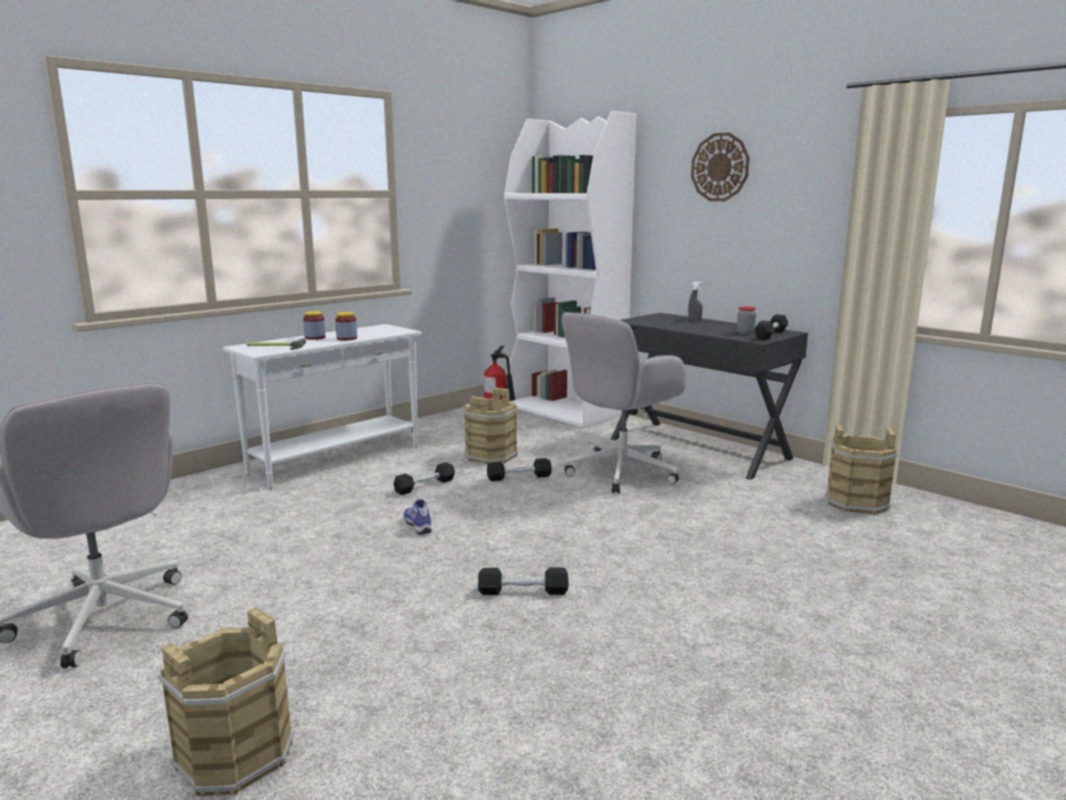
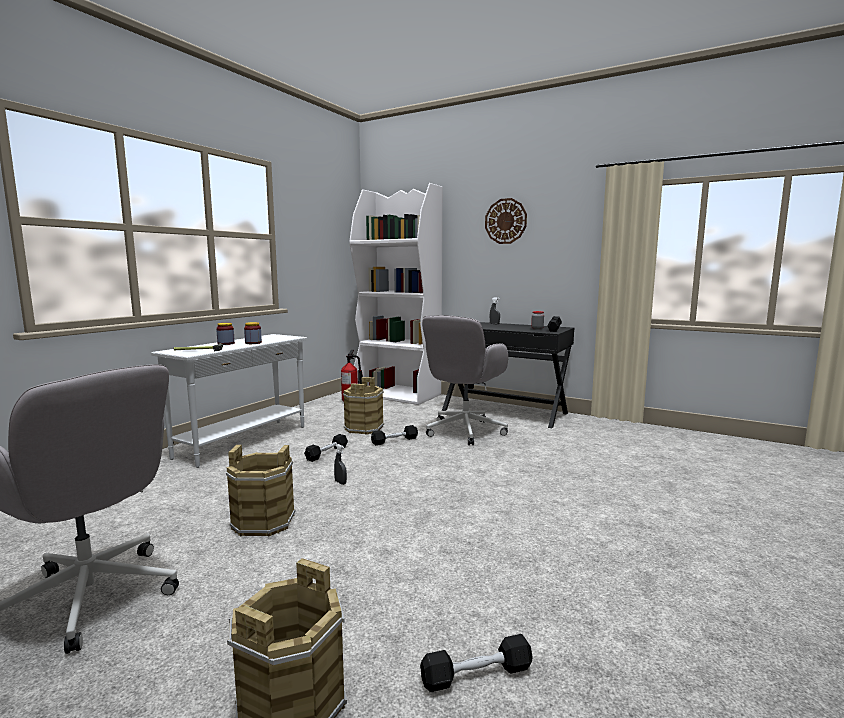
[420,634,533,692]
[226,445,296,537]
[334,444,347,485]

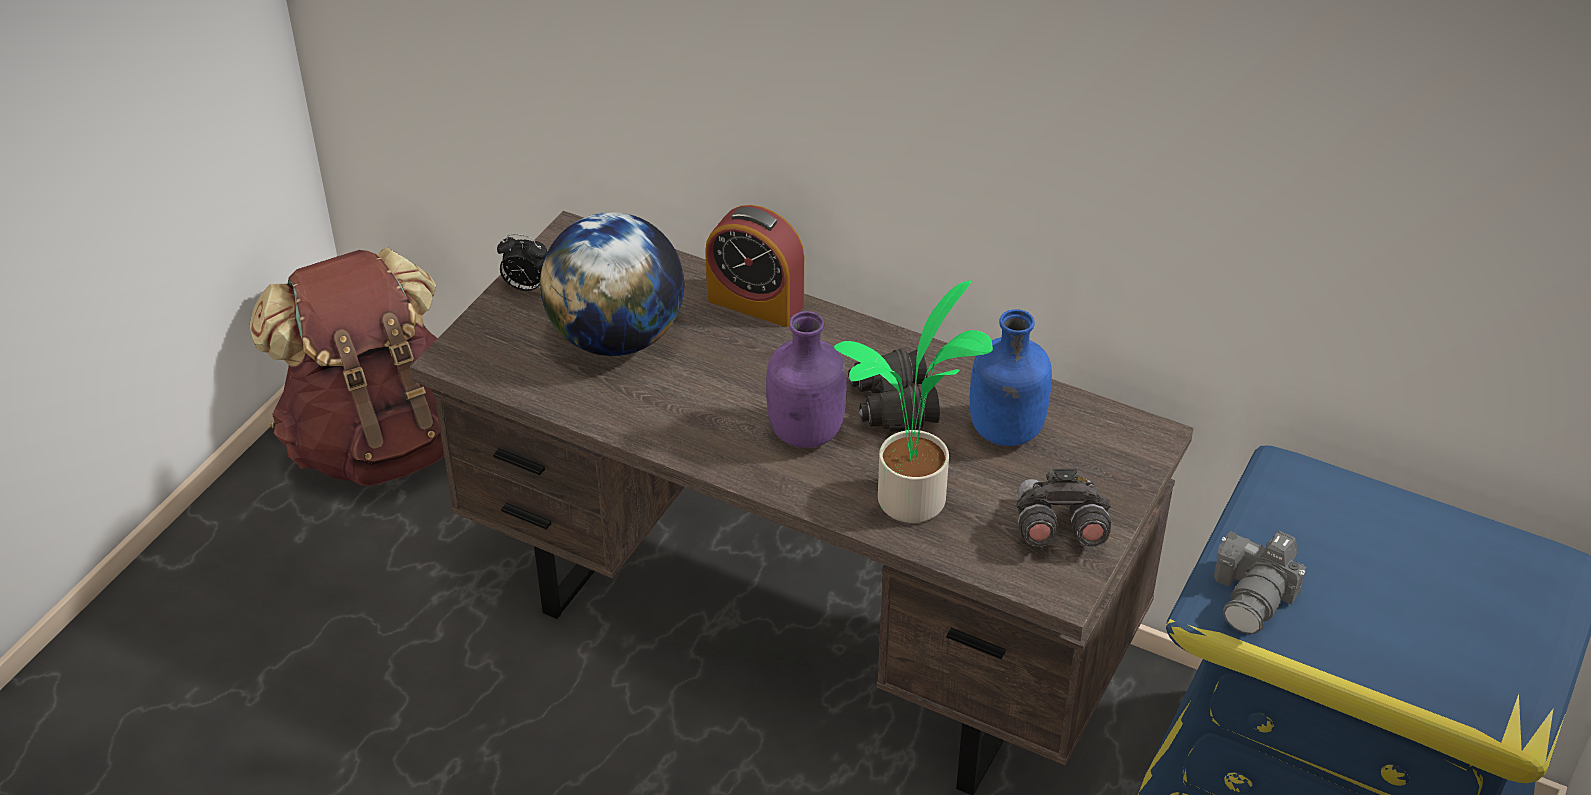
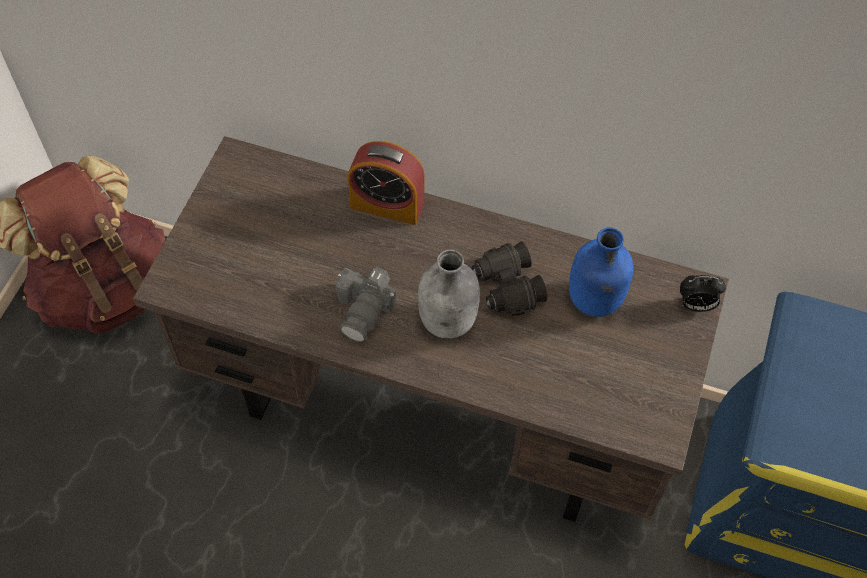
[540,212,684,356] (first image)
[834,281,993,523] (first image)
[1016,469,1111,547] (first image)
[680,275,726,312]
[335,266,397,342]
[418,249,480,339]

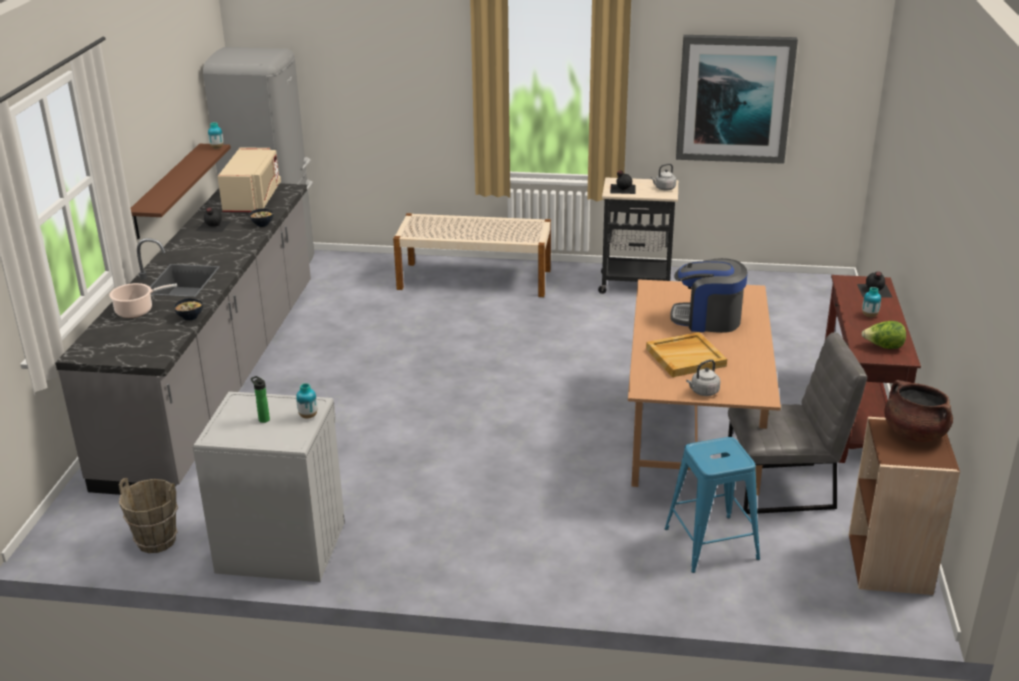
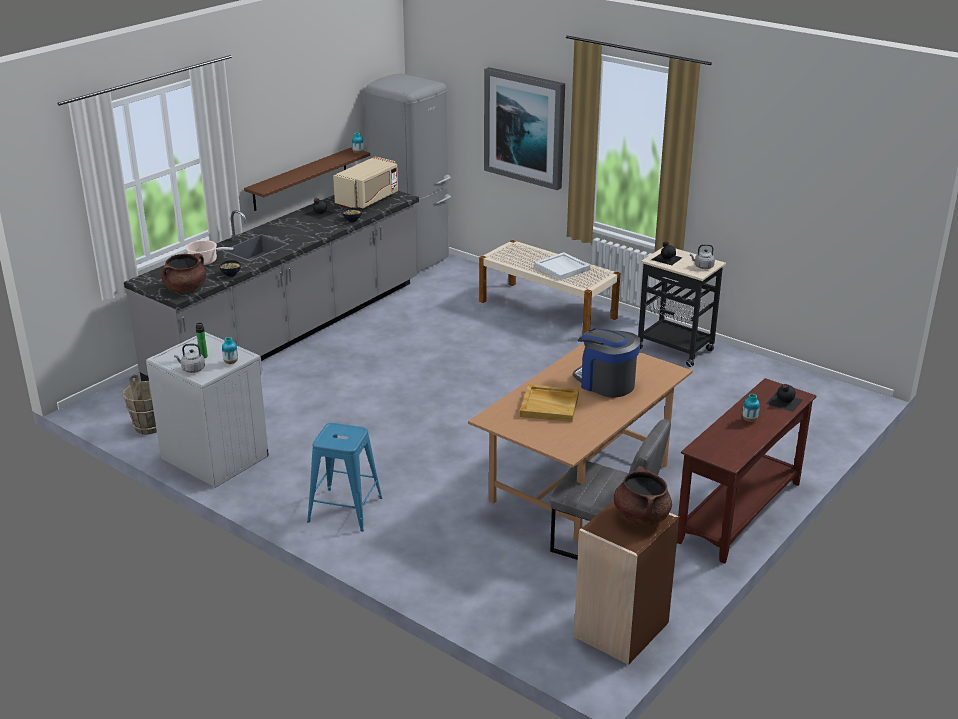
[861,321,906,349] (first image)
[161,253,206,292]
[534,252,590,281]
[307,423,382,532]
[484,67,565,190]
[174,344,205,373]

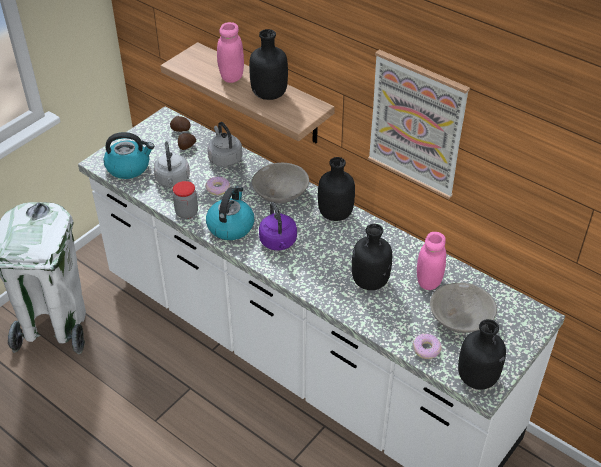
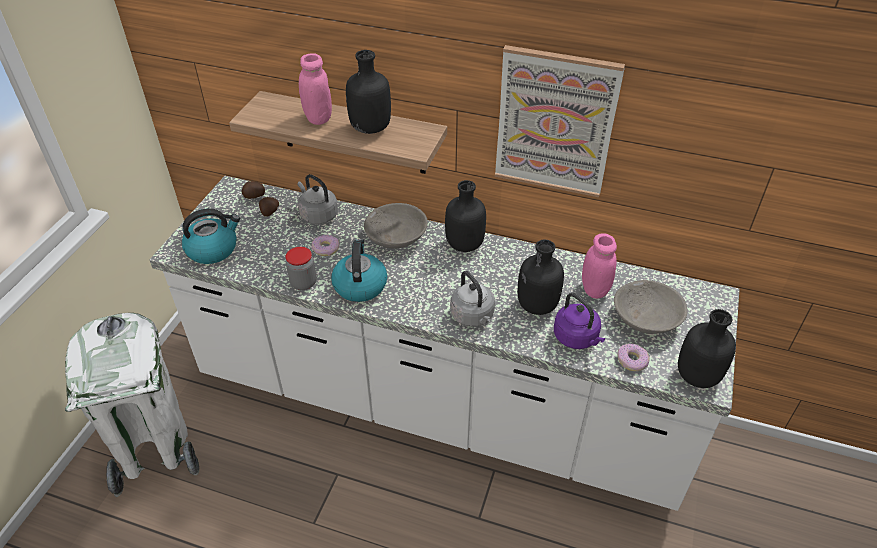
[450,271,495,327]
[554,293,605,349]

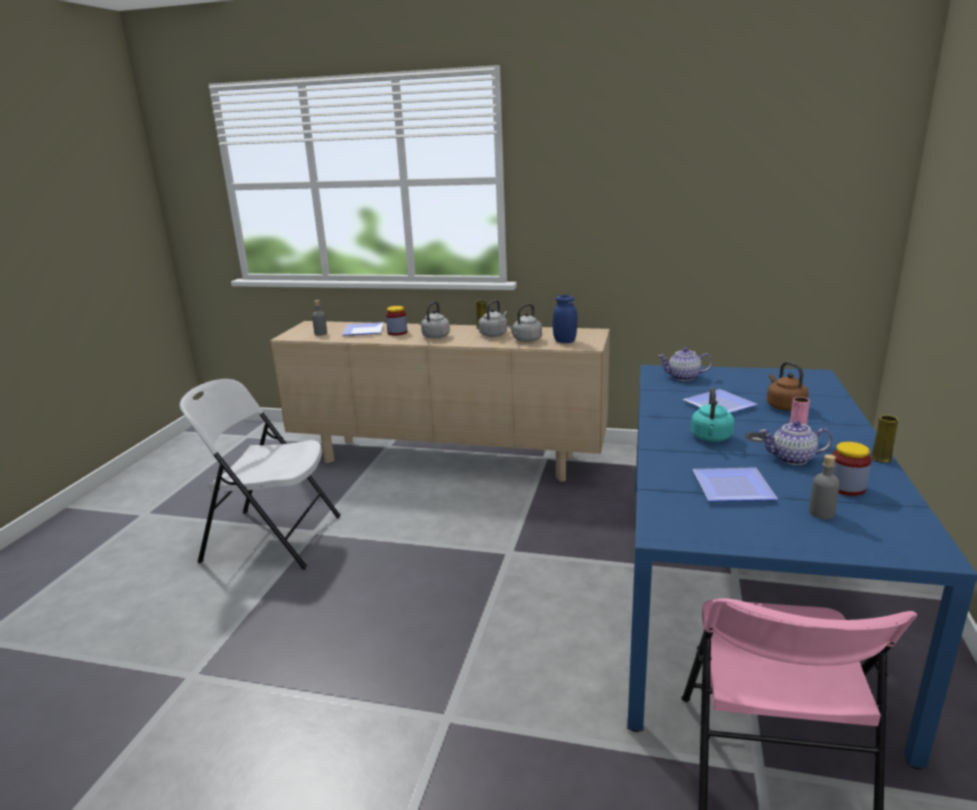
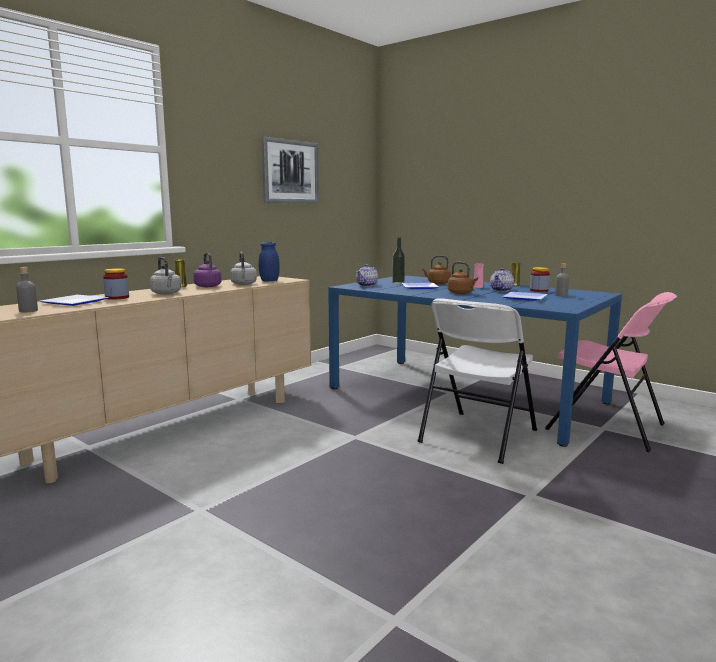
[262,136,319,204]
[392,238,405,284]
[417,298,537,464]
[193,253,222,287]
[448,262,478,294]

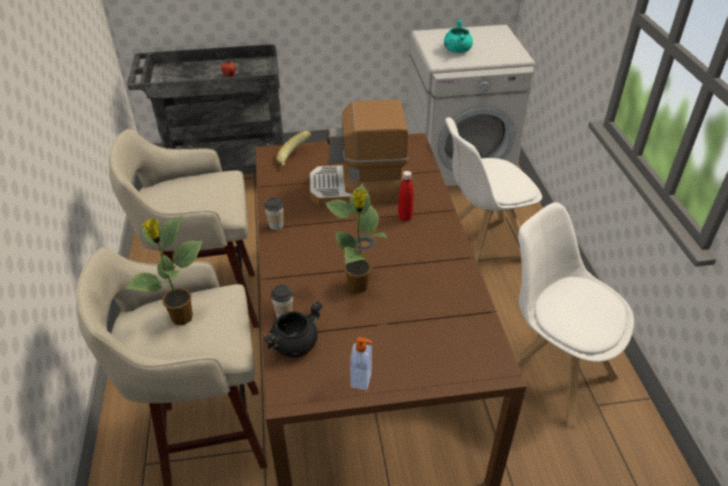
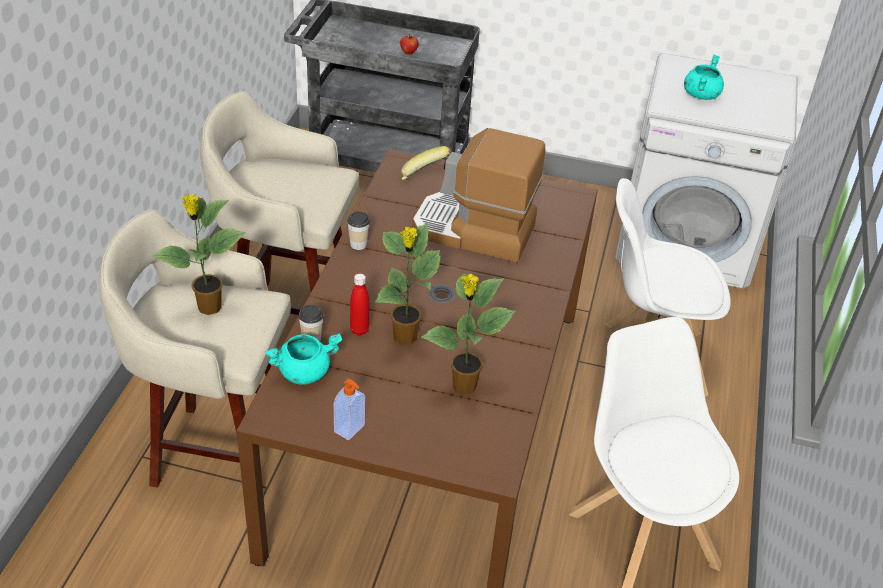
[421,273,515,395]
[350,274,369,336]
[266,333,342,385]

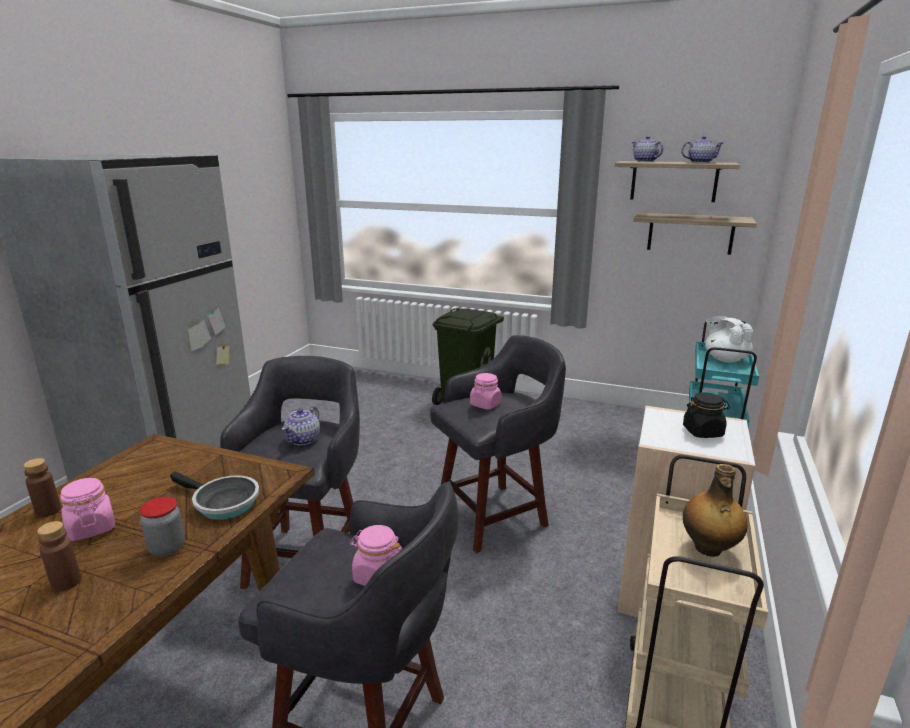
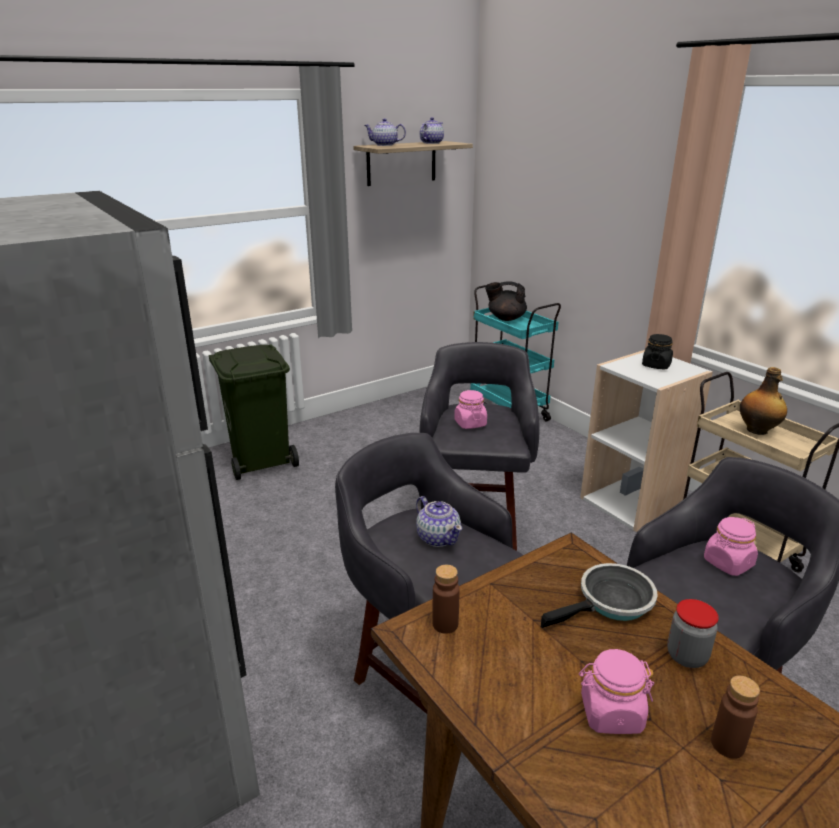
[633,213,757,255] (first image)
[432,565,460,634]
[485,281,527,321]

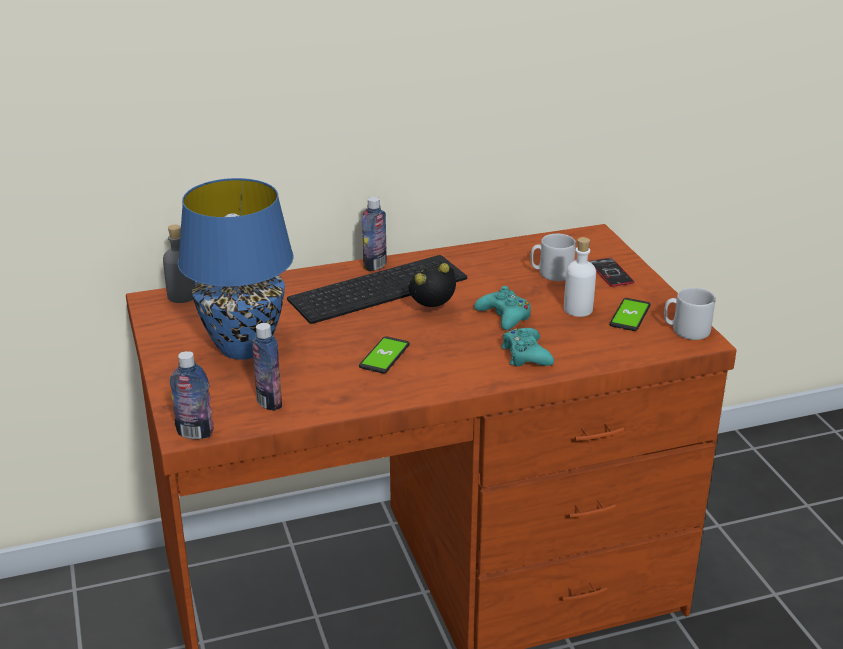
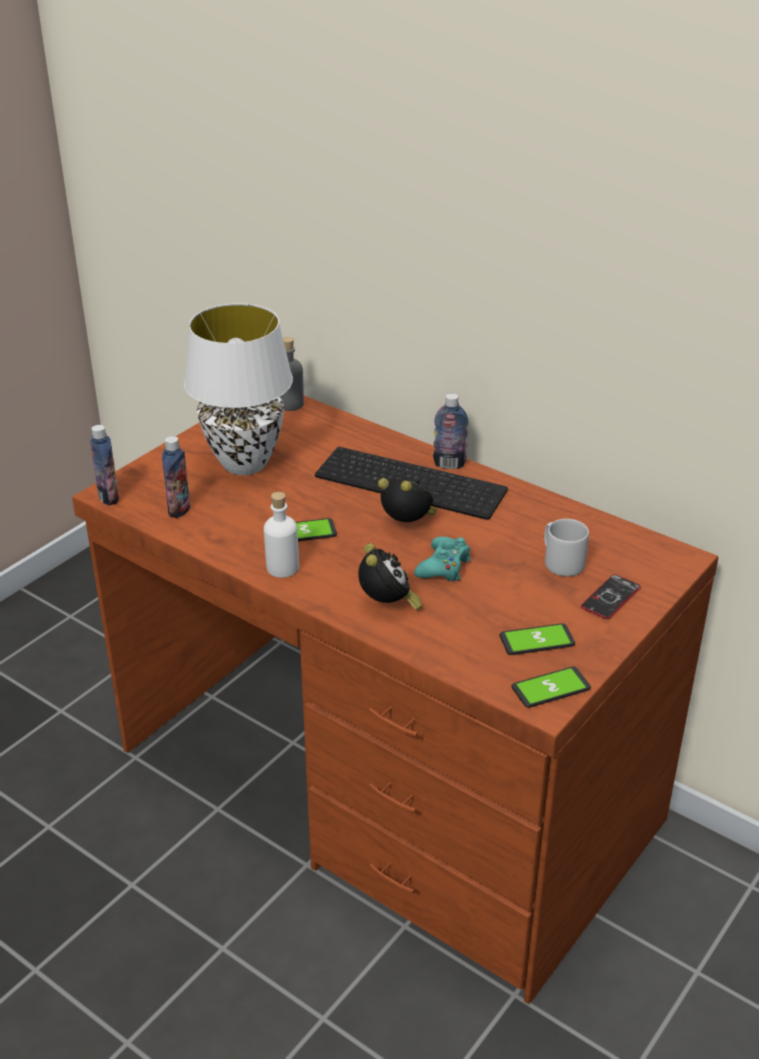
[264,492,299,578]
[358,543,422,611]
[512,667,591,708]
[184,303,293,475]

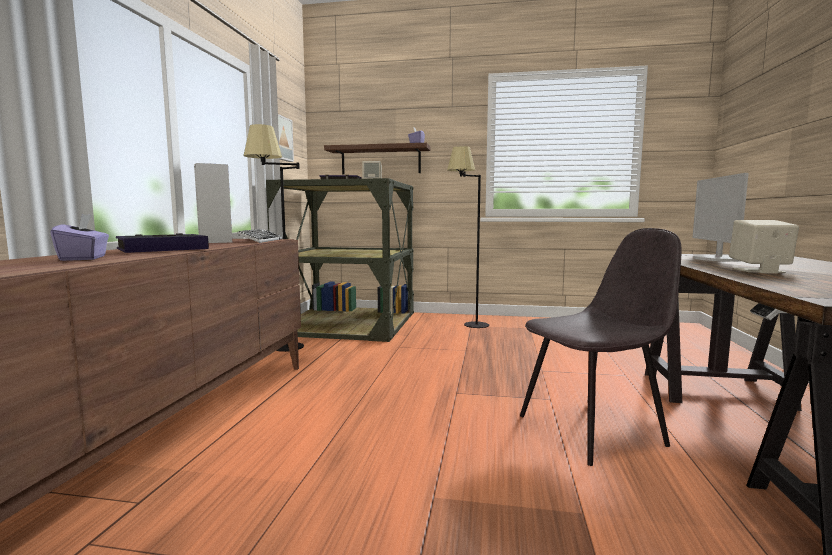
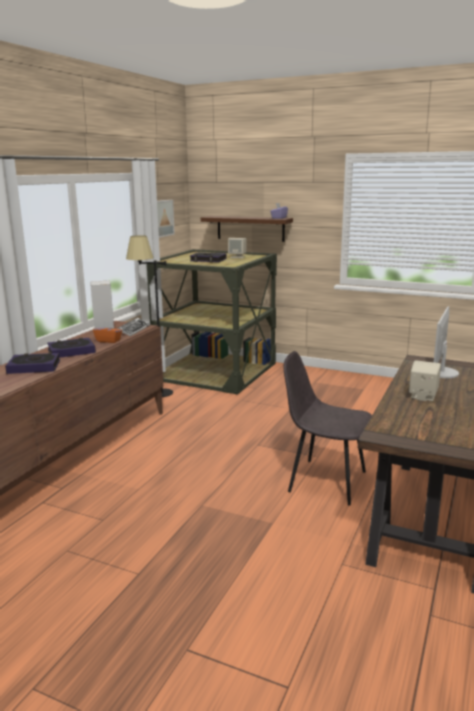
[447,146,489,328] (first image)
[93,321,122,343]
[5,352,60,374]
[284,351,372,506]

